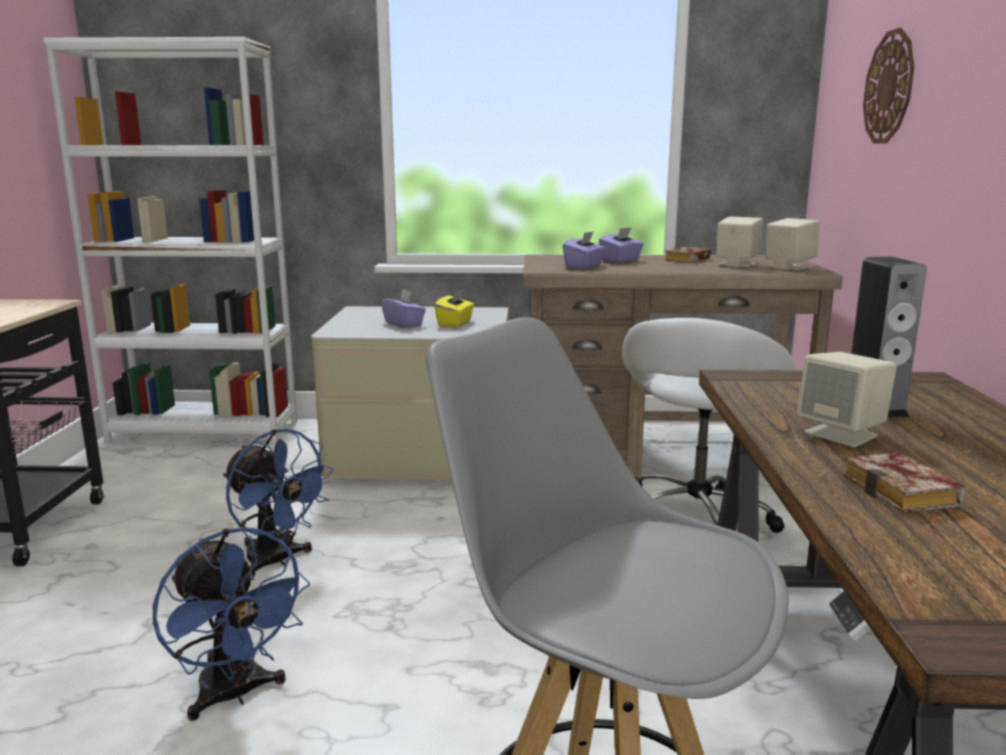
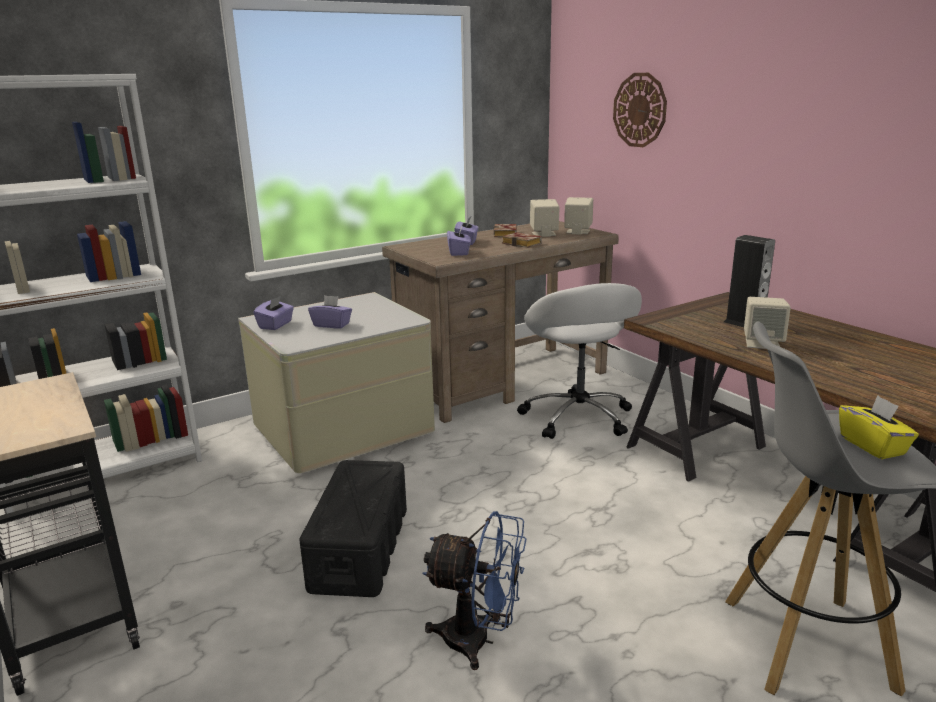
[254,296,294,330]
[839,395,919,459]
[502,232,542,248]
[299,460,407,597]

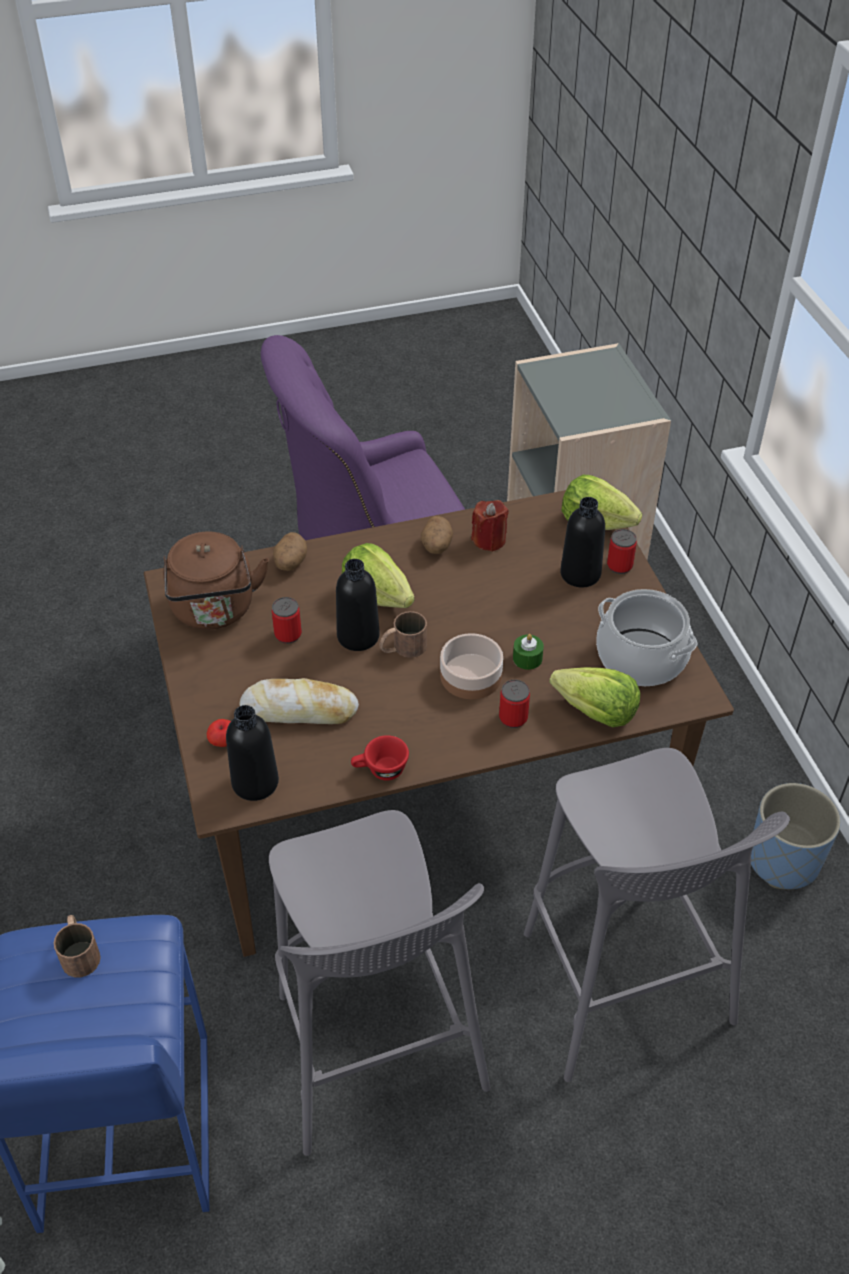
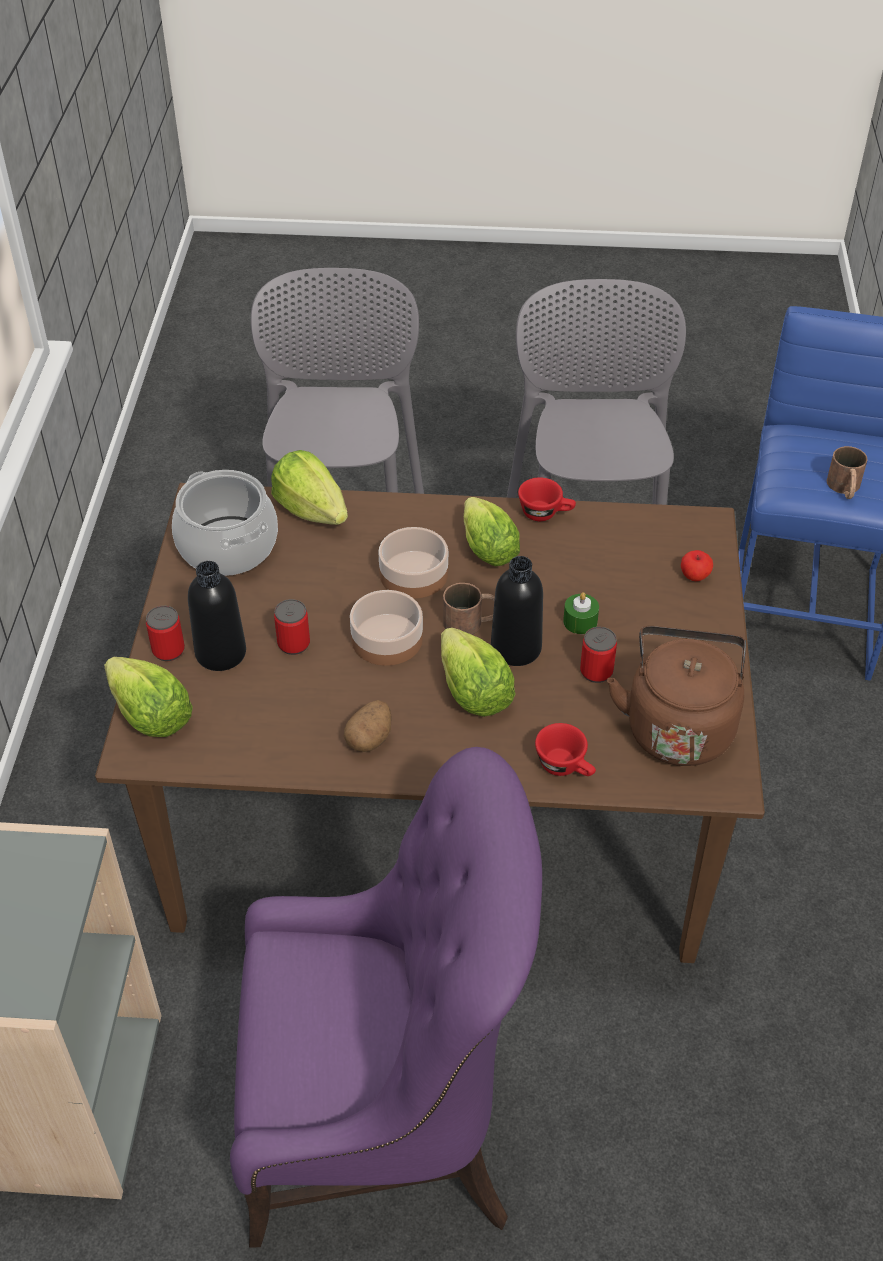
[226,705,279,801] (first image)
[240,678,359,724] (first image)
[471,500,508,552] (first image)
[751,783,841,889] (first image)
[350,590,423,666]
[464,497,520,566]
[274,599,310,655]
[563,592,599,634]
[535,723,596,776]

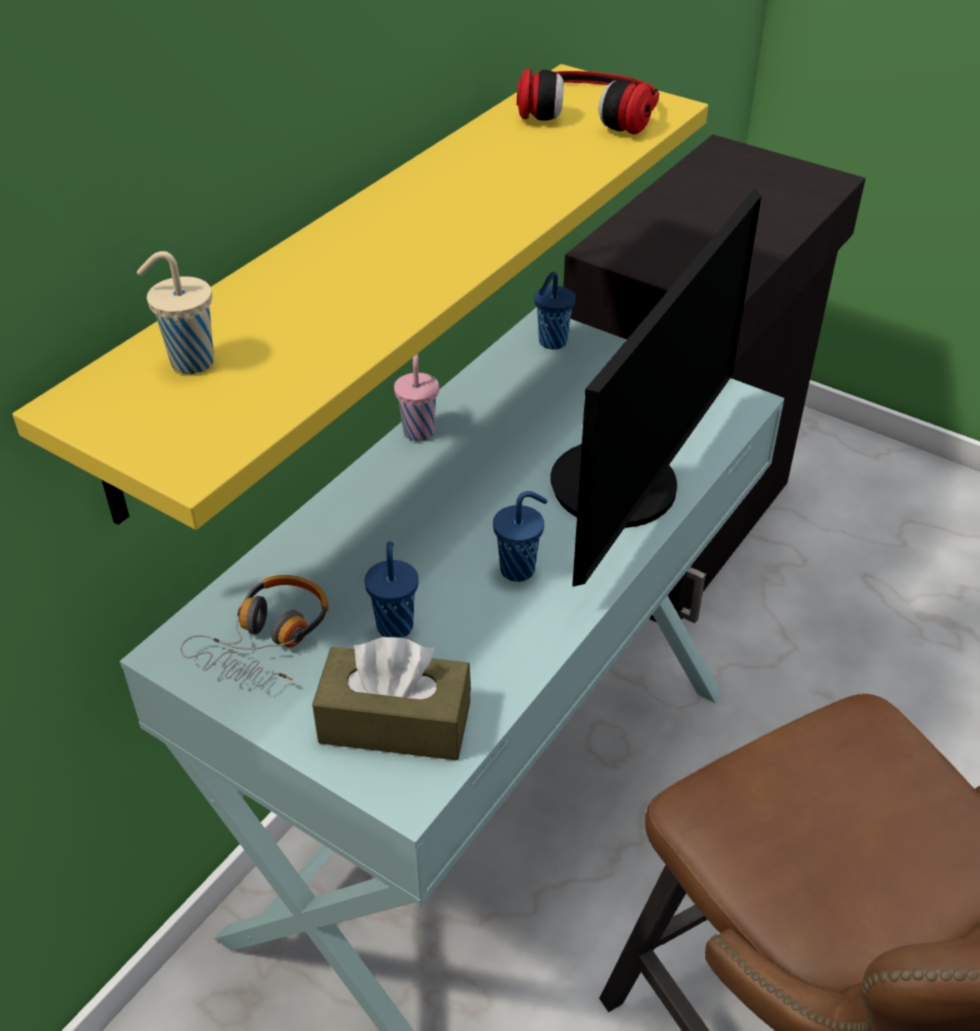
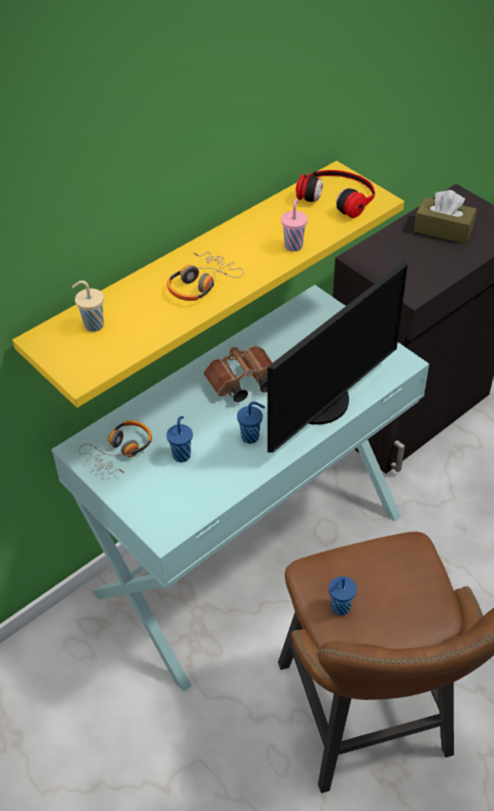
[167,252,244,301]
[204,346,272,402]
[414,190,477,244]
[281,199,308,252]
[329,576,357,616]

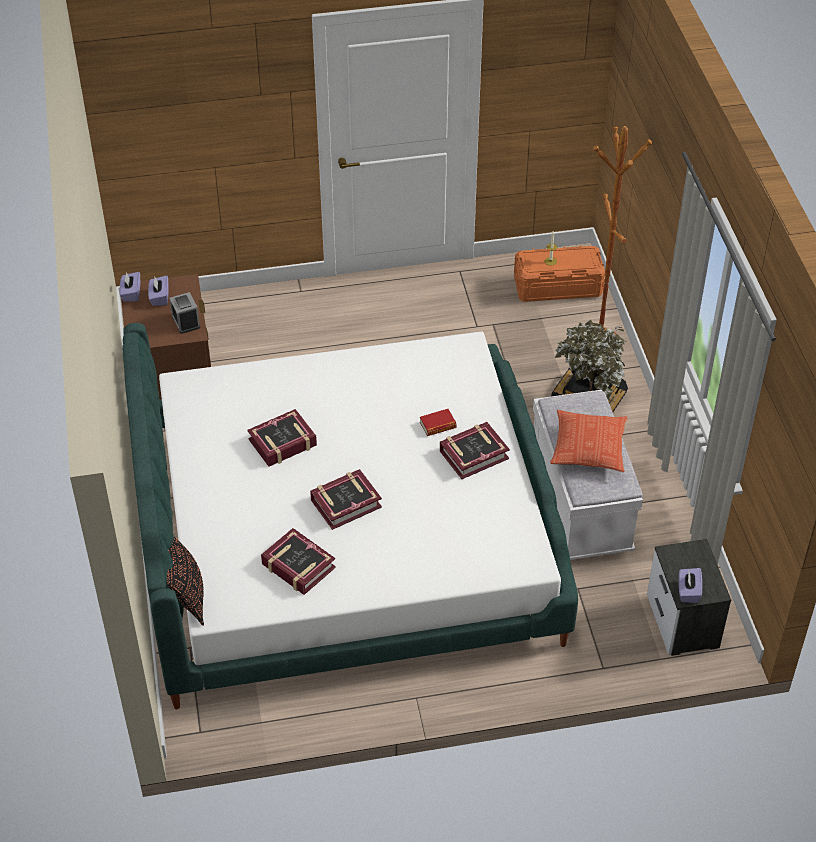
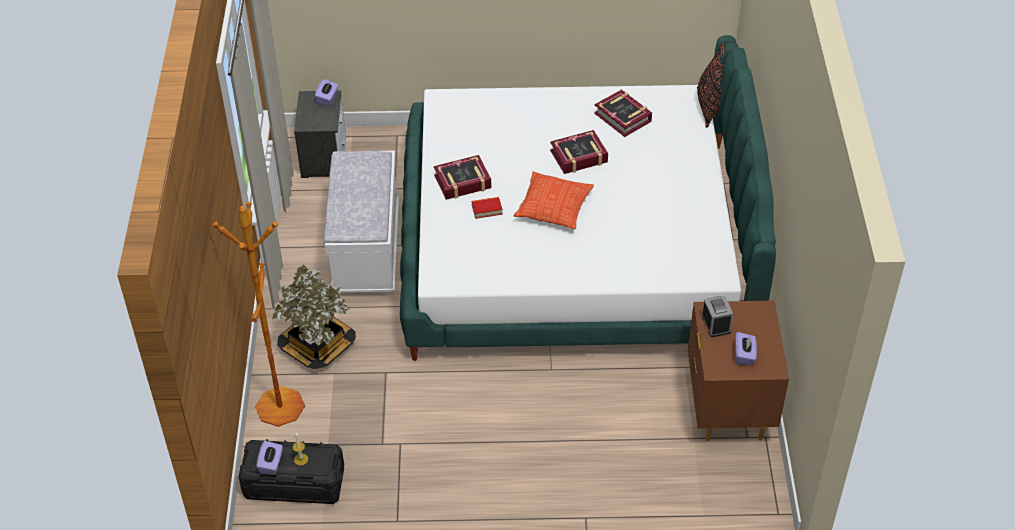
[247,409,317,467] (first image)
[256,441,283,475]
[514,172,594,229]
[238,439,344,504]

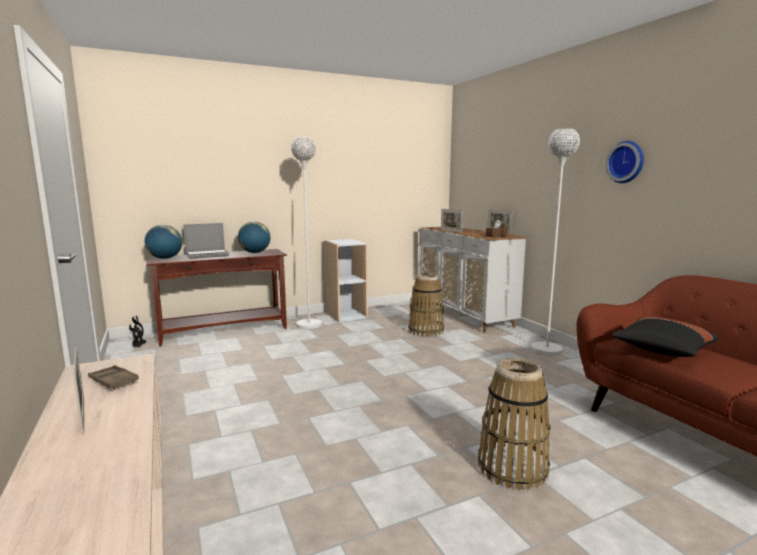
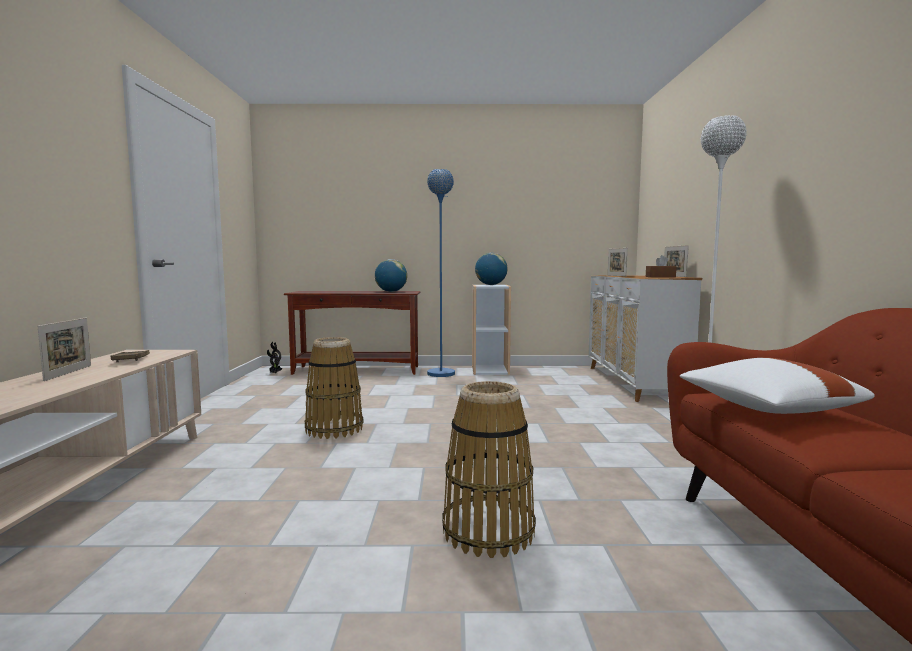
[183,223,230,259] (first image)
[605,141,644,183] (first image)
[475,253,508,285]
[305,337,363,439]
[427,169,455,377]
[680,358,875,414]

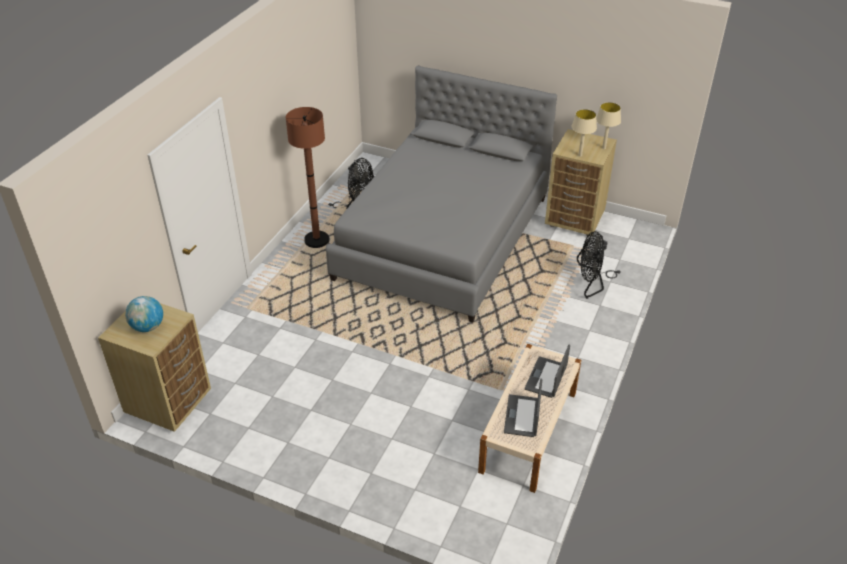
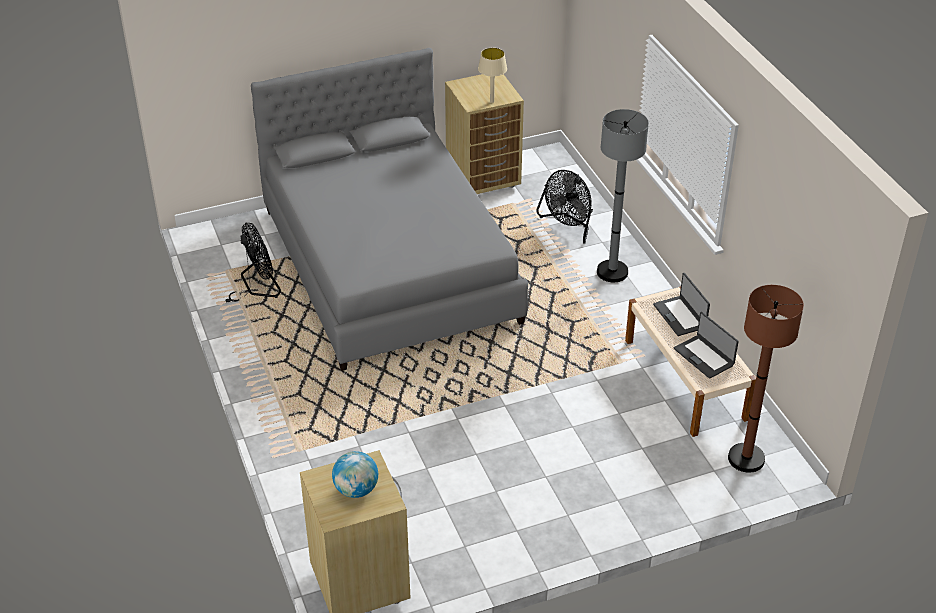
[596,102,621,149] (first image)
[597,109,649,282]
[728,285,804,473]

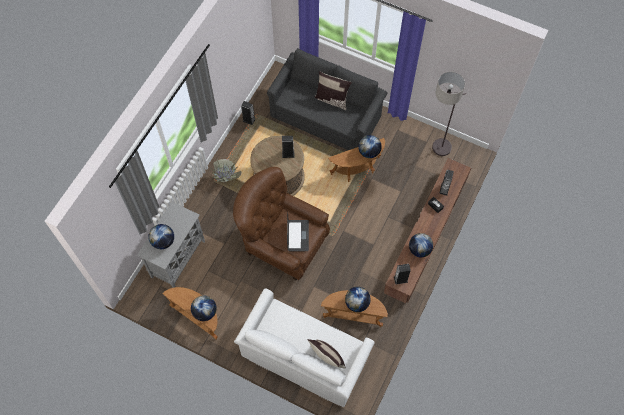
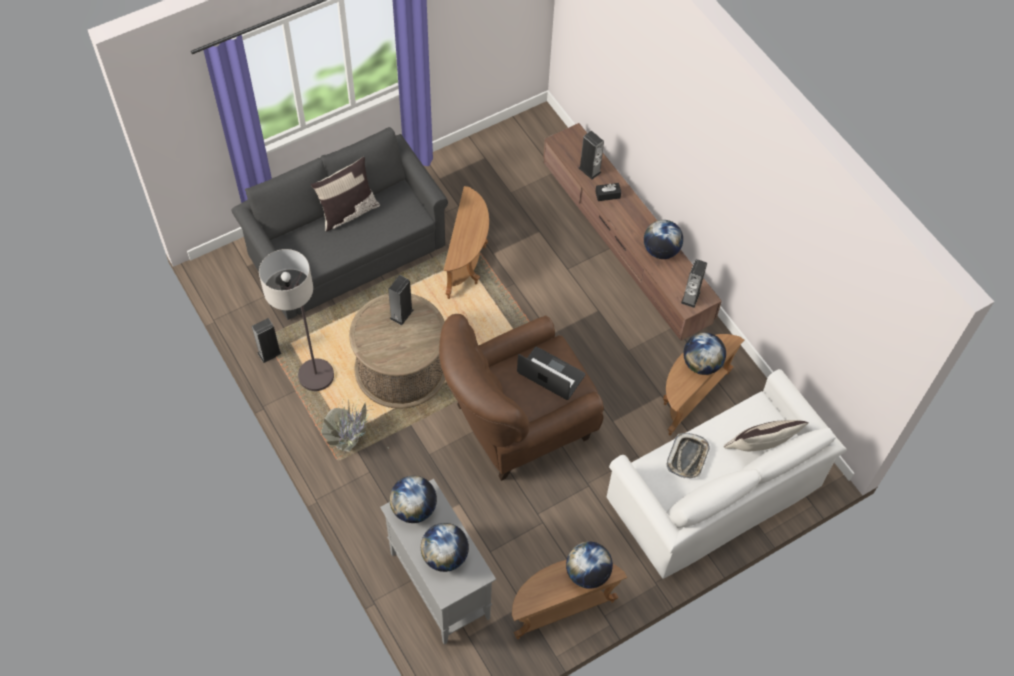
[667,433,710,479]
[390,476,437,523]
[259,249,334,391]

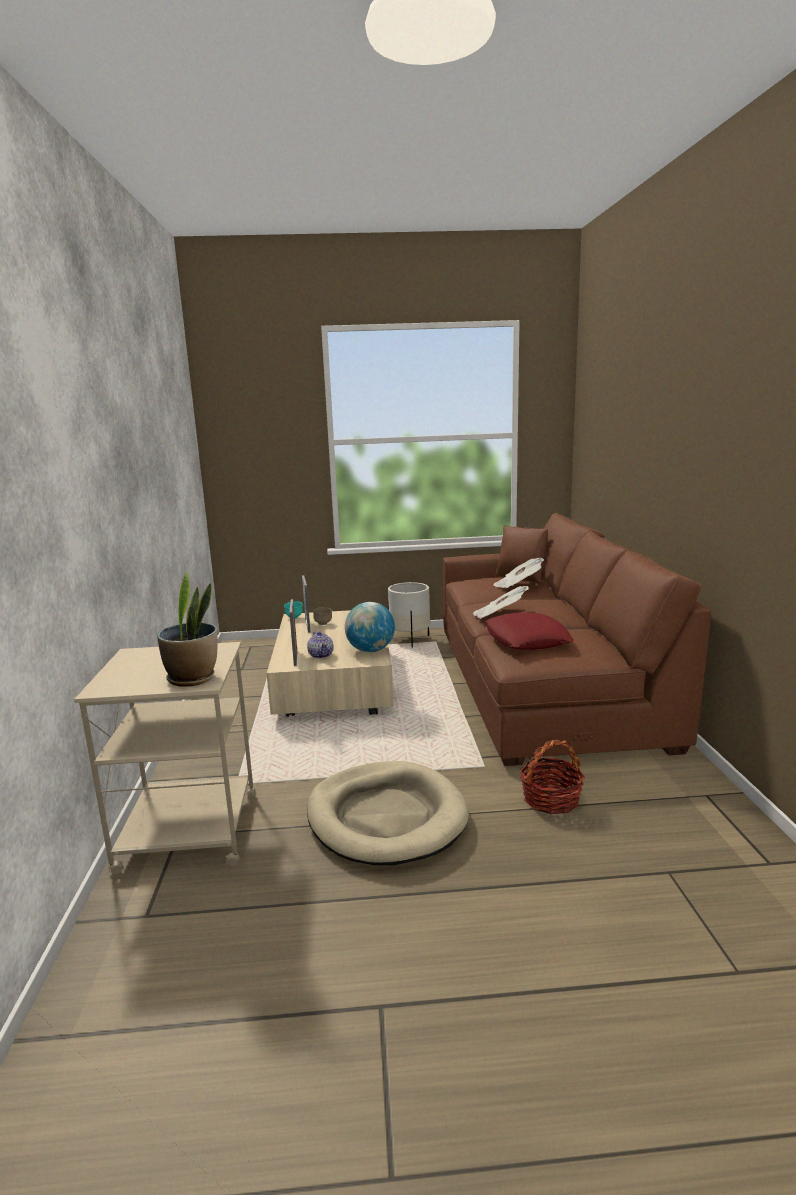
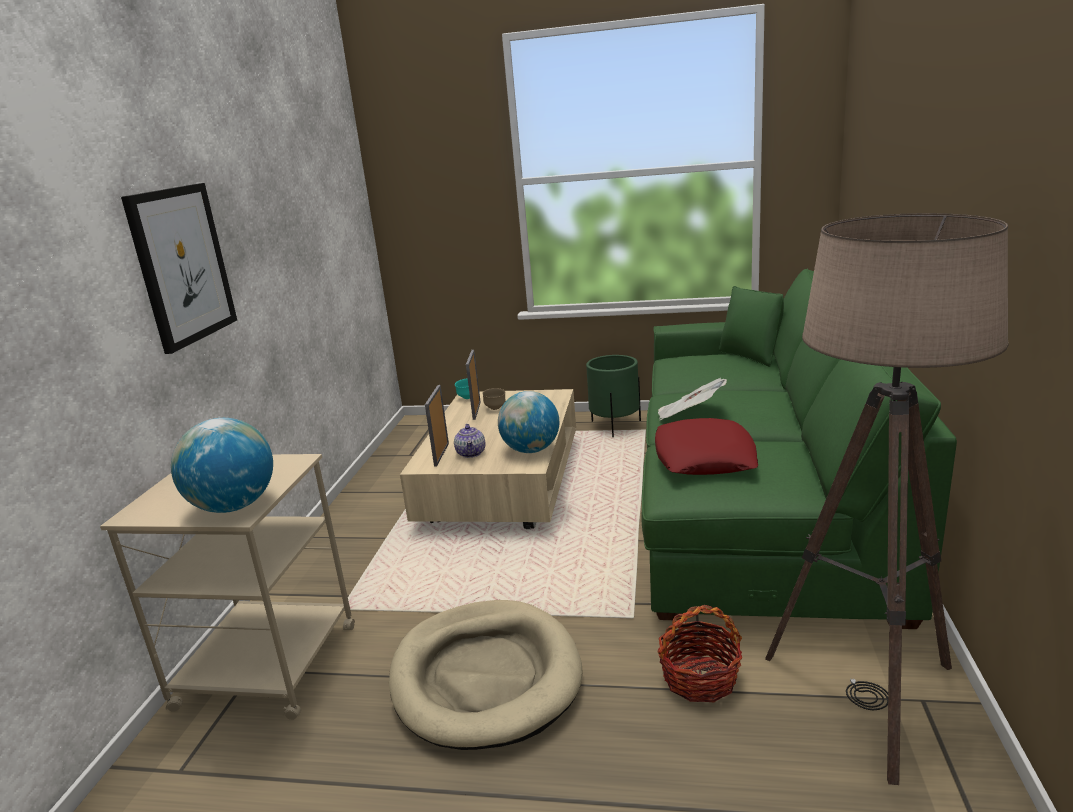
[494,558,544,589] (first image)
[121,183,237,354]
[765,213,1008,785]
[171,418,273,513]
[586,355,641,437]
[641,268,957,629]

